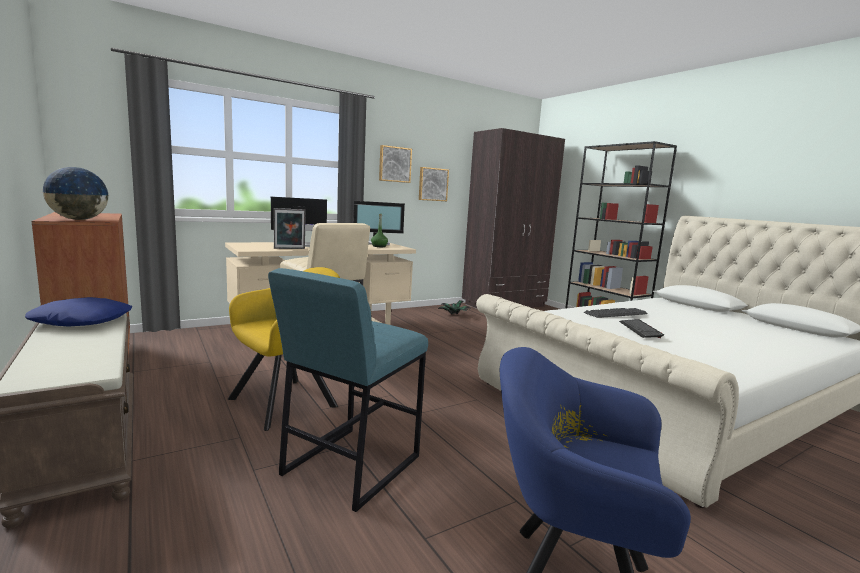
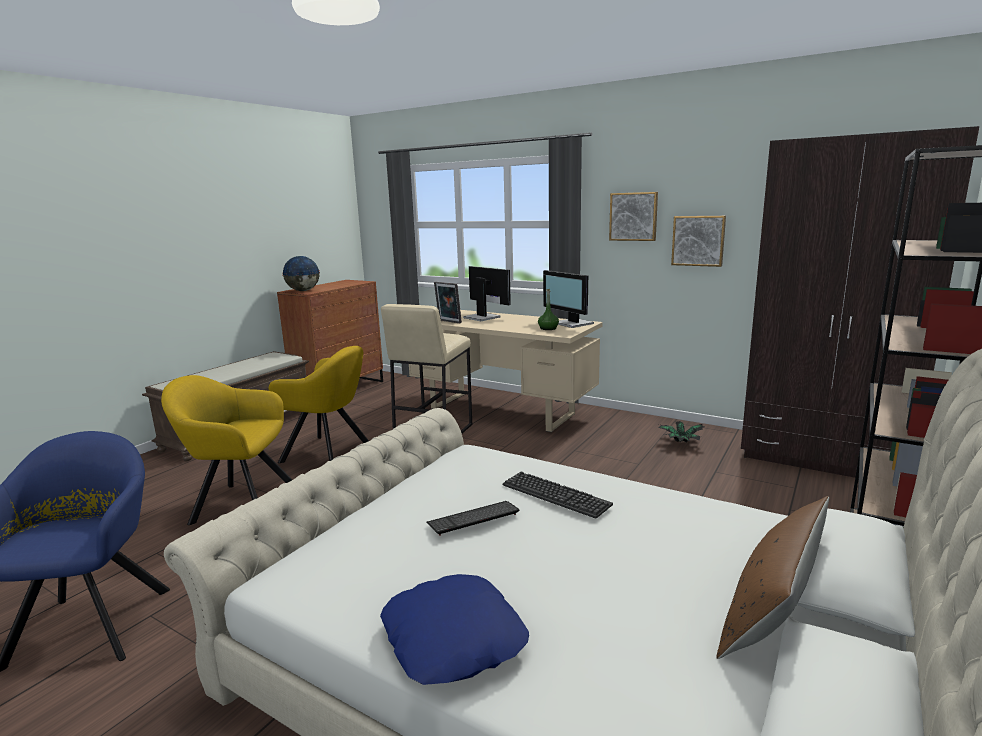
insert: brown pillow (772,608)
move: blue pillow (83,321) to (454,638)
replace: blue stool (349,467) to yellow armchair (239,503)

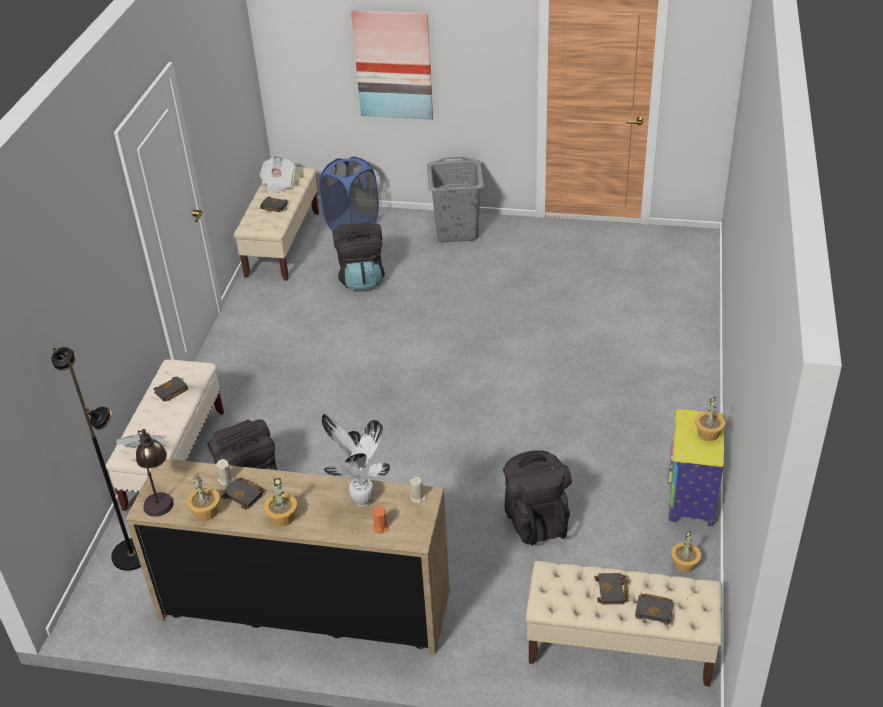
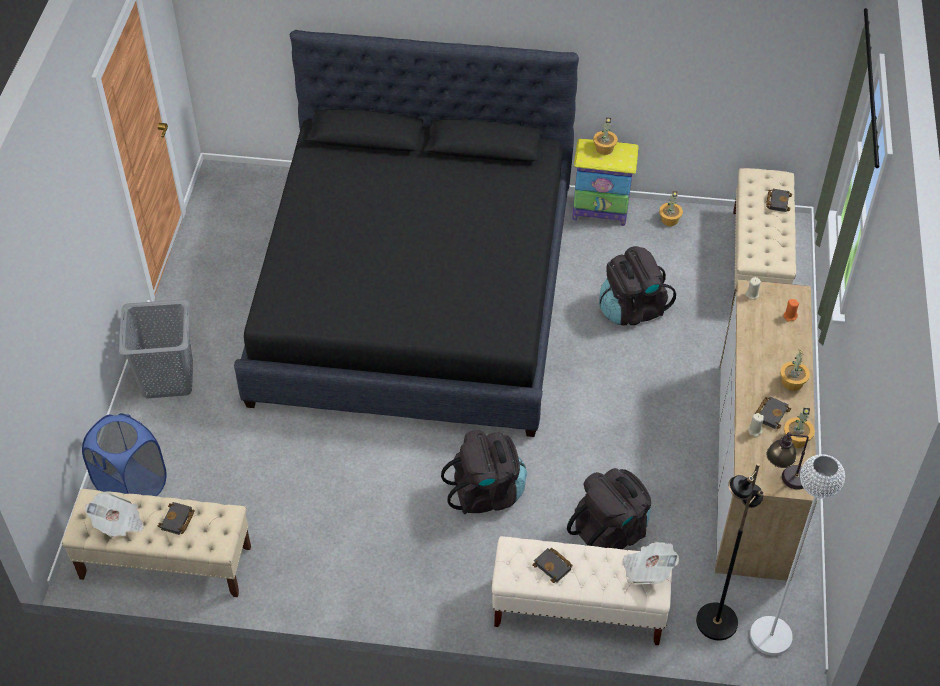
delete: potted plant (360,499); picture (393,65); black book (612,591)
insert: black bed (415,294); white floor lamp (771,637)
move: black backpack (362,278) to (486,493)

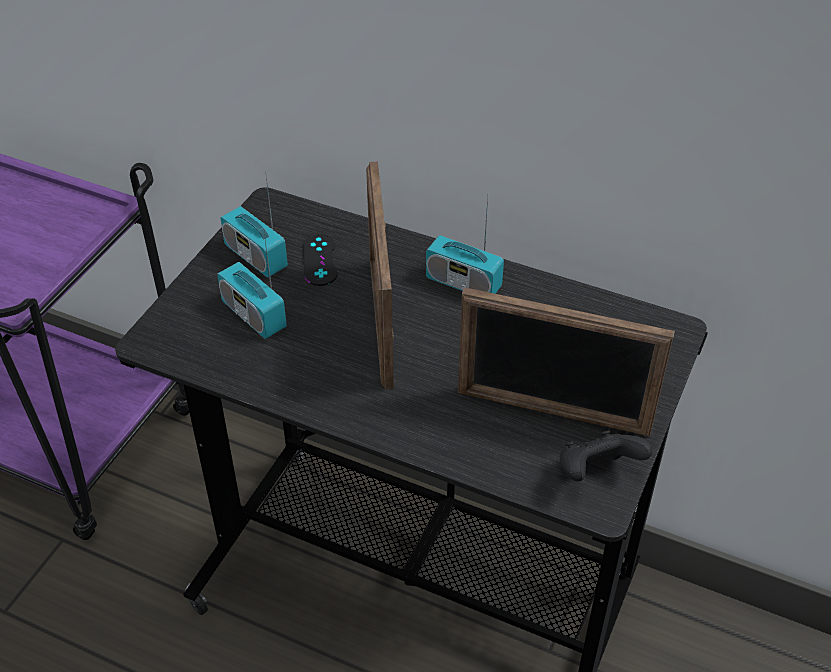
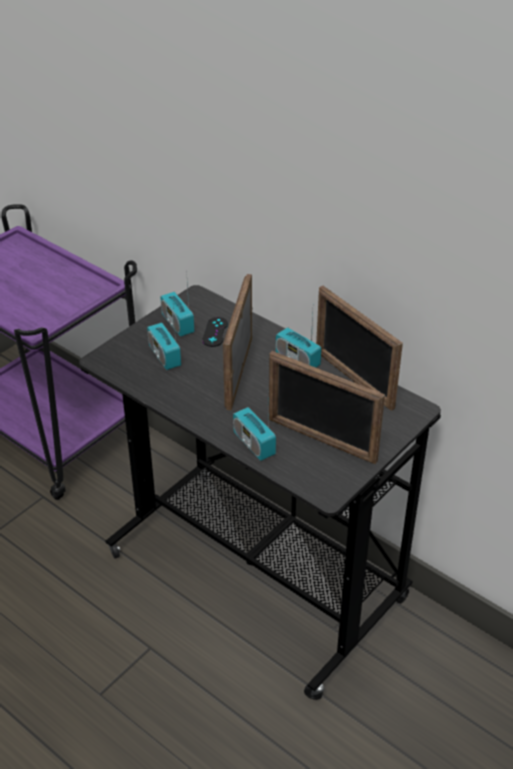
delete: black game controller (596,472)
insert: radio (254,444); picture frame (353,379)

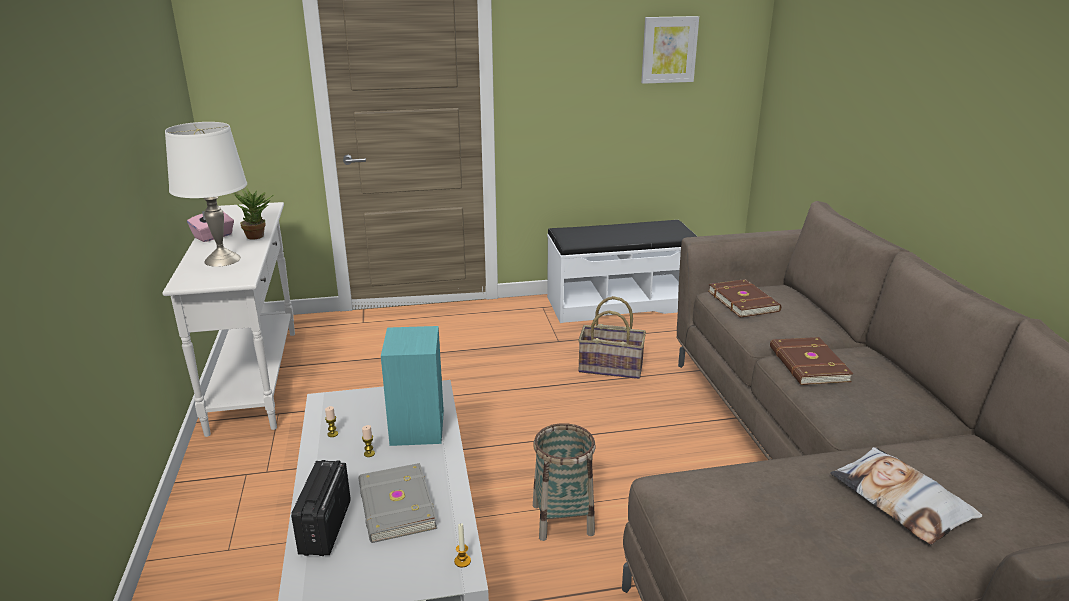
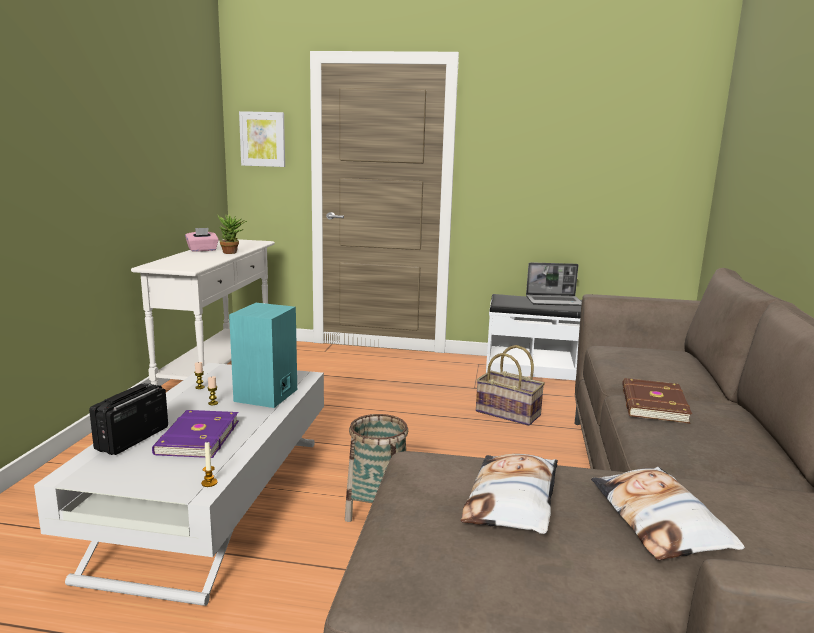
delete: white table lamp (222,260); brown book (744,301)
insert: pillow (513,501); laptop (554,301)
move: picture (669,49) to (263,139)
recolor: grey book (395,506) to purple book (196,437)

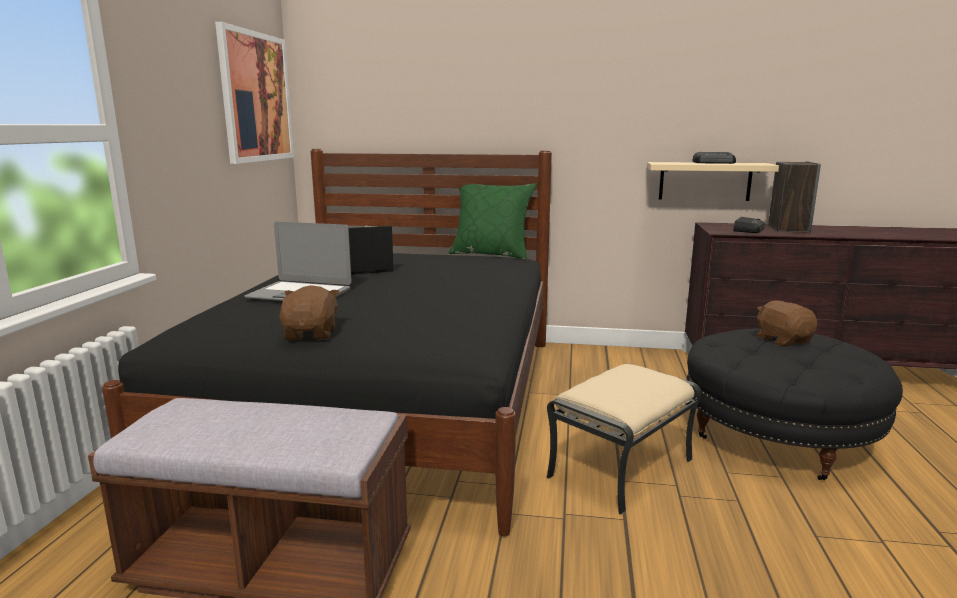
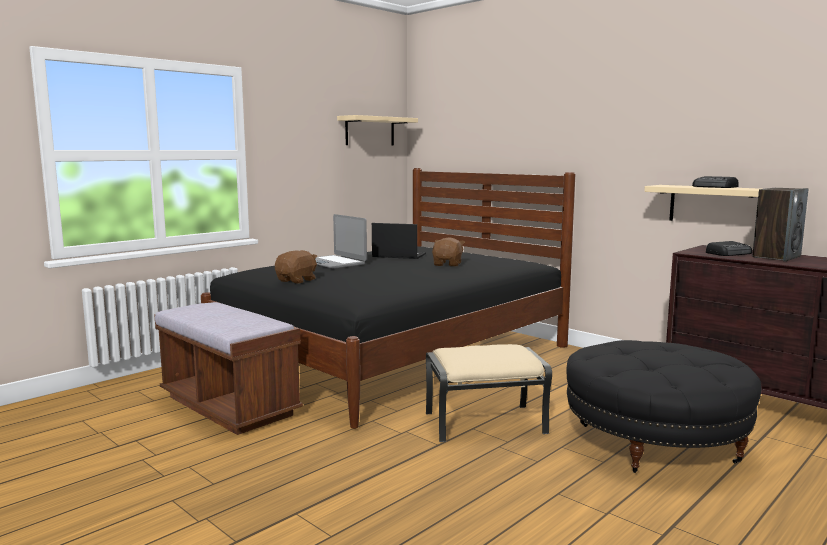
delete: green pillow (491,254)
move: brown plush toy (782,340) to (448,264)
replace: picture (256,97) to beige shelf (370,131)

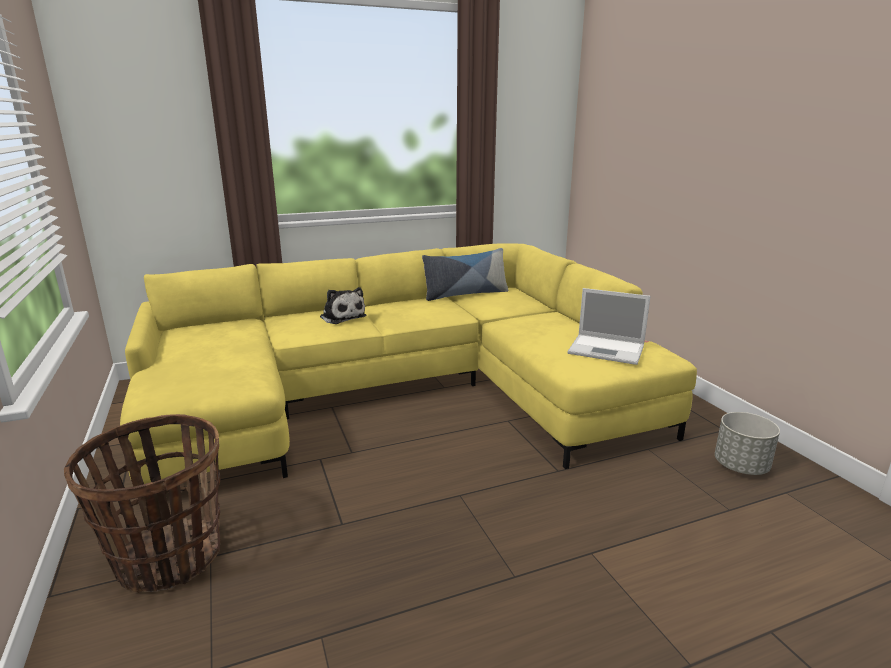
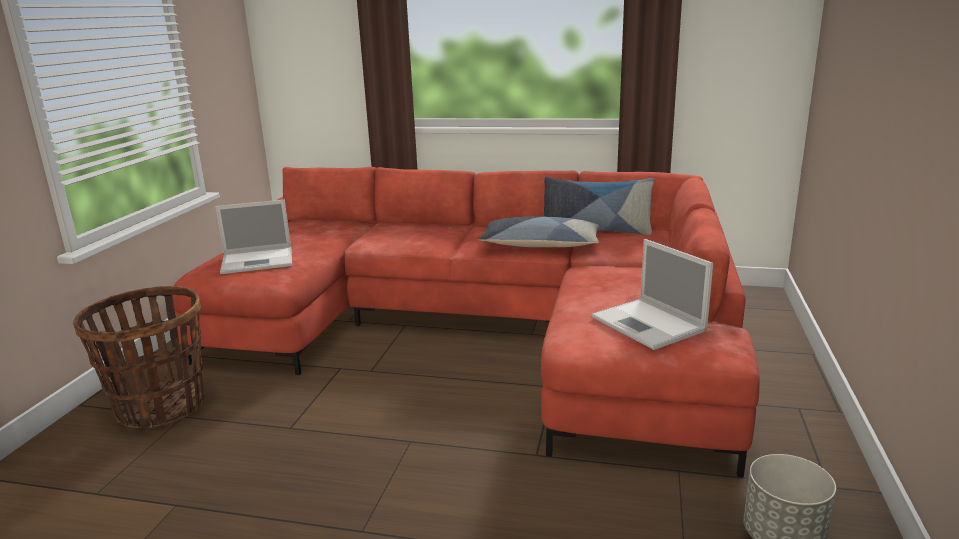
delete: plush toy (342,317)
insert: laptop (259,261); pillow (540,245)
recolor: yellow sofa (402,394) to red sofa (481,330)

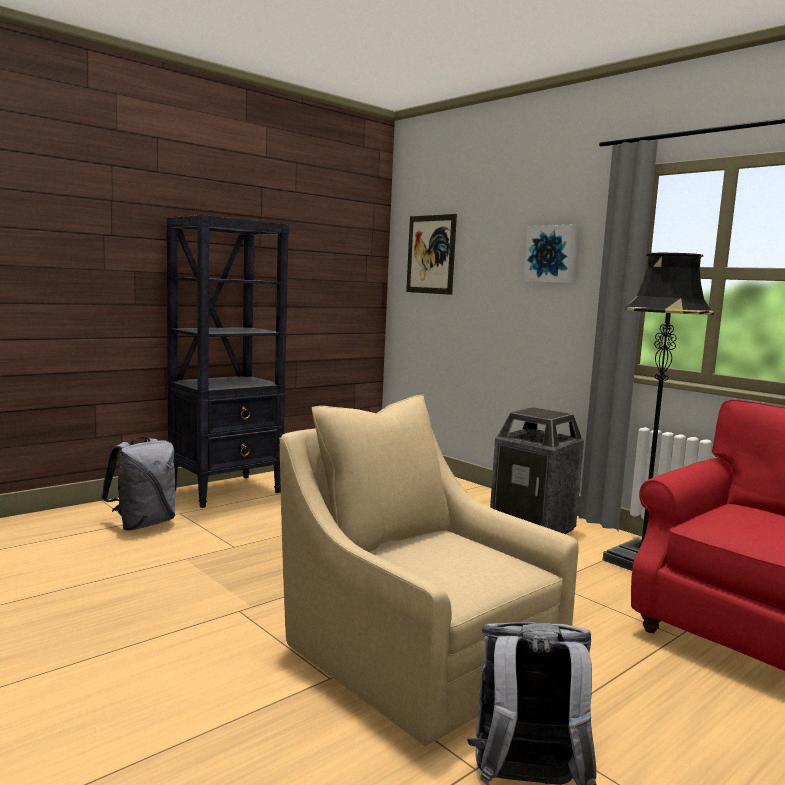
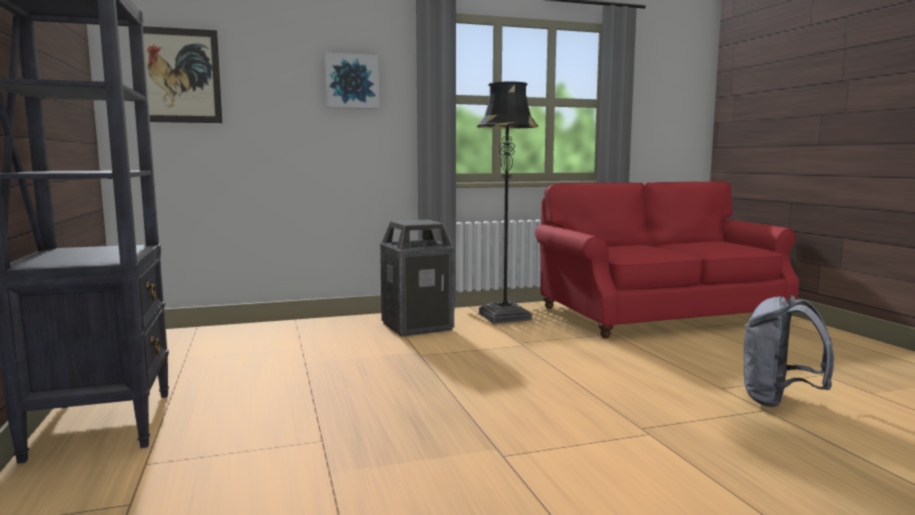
delete: grey backpack (143,524); beige armchair (416,654)

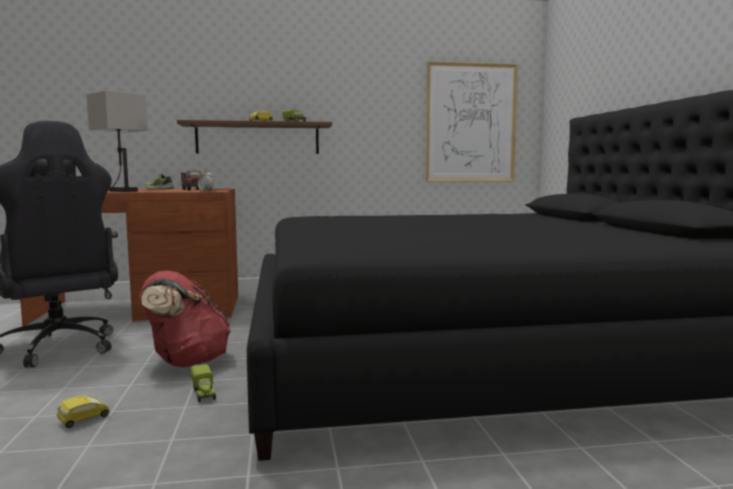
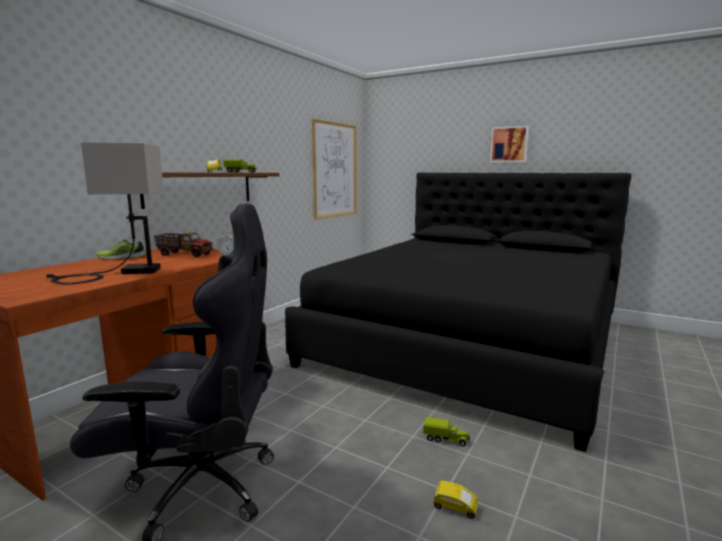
delete: red backpack (186,362)
insert: picture (509,144)
rotate: yellow toy car (84,420) = (455,508) 120 degrees clockwise

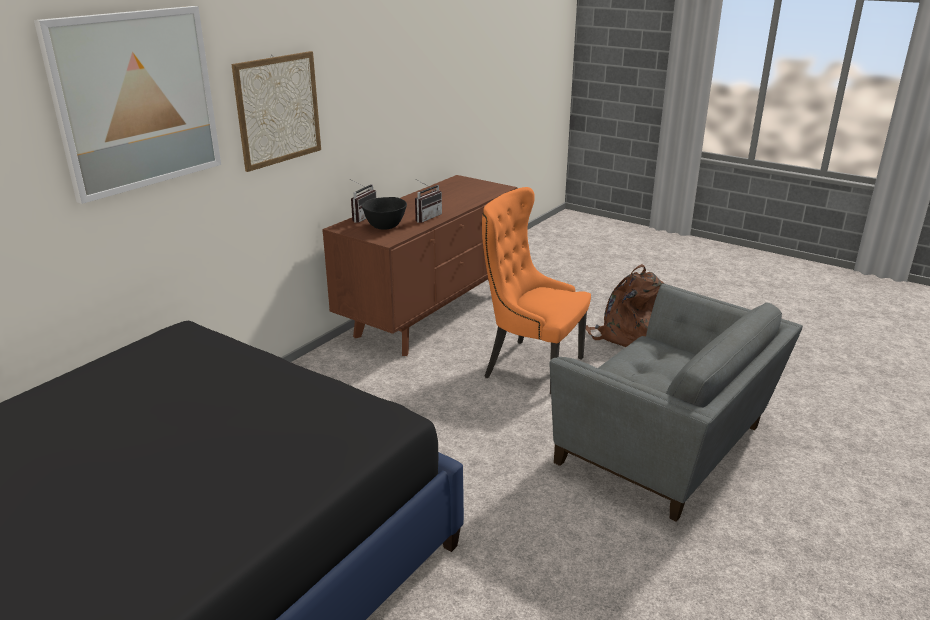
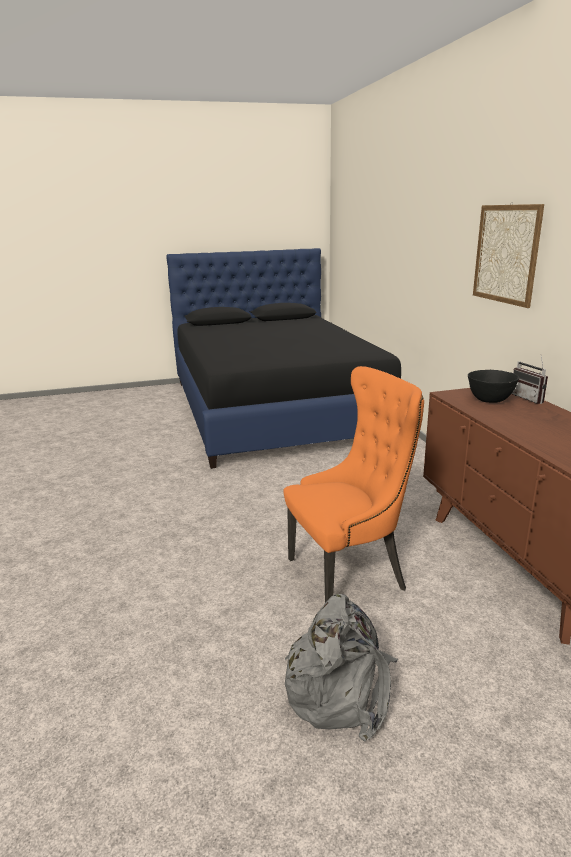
delete: picture (136,101); radio (426,217); grey armchair (666,448)
recolor: brown backpack (627,335) to grey backpack (341,689)

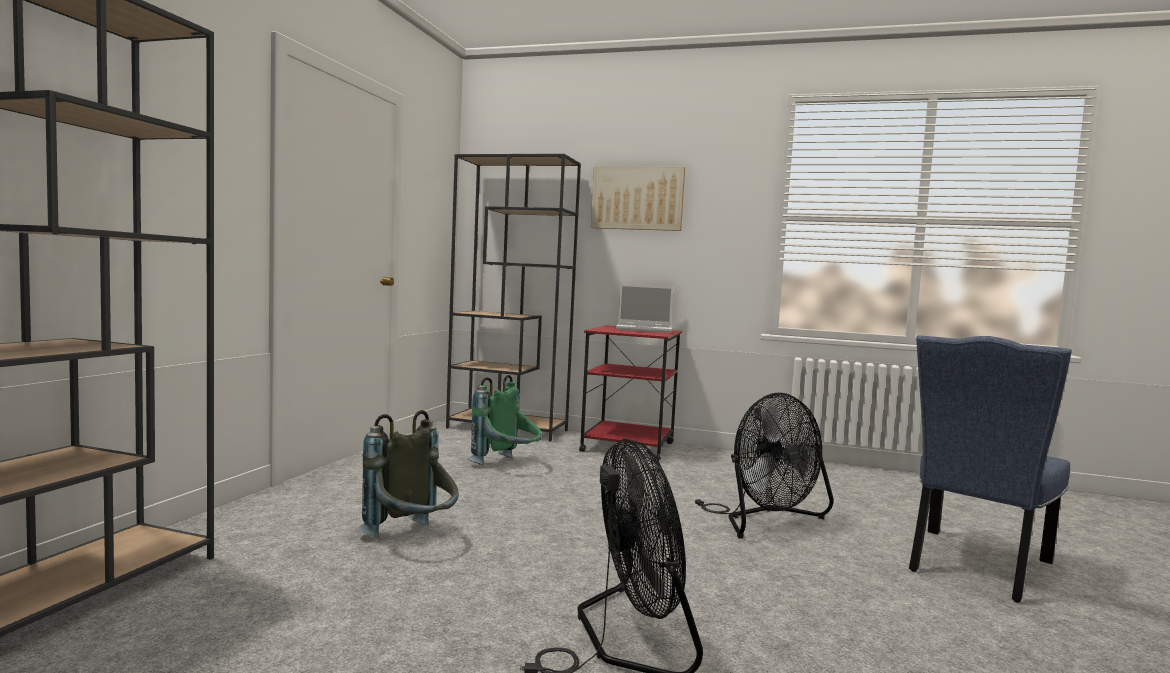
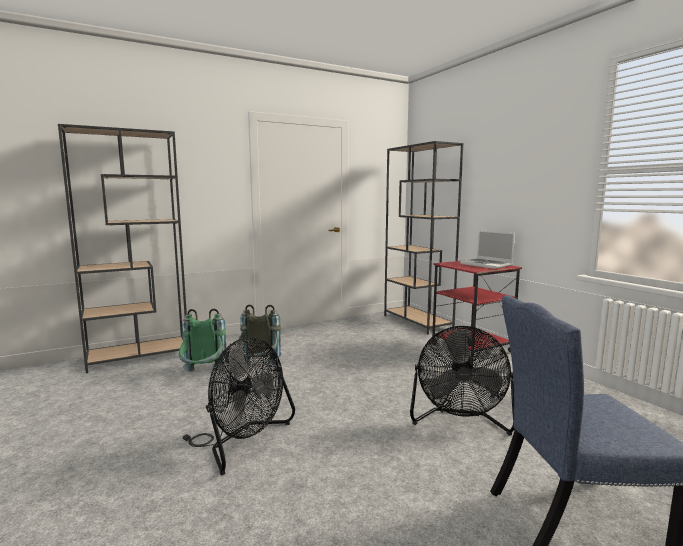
delete: picture (637,198)
move: green backpack (508,466) to (203,376)

